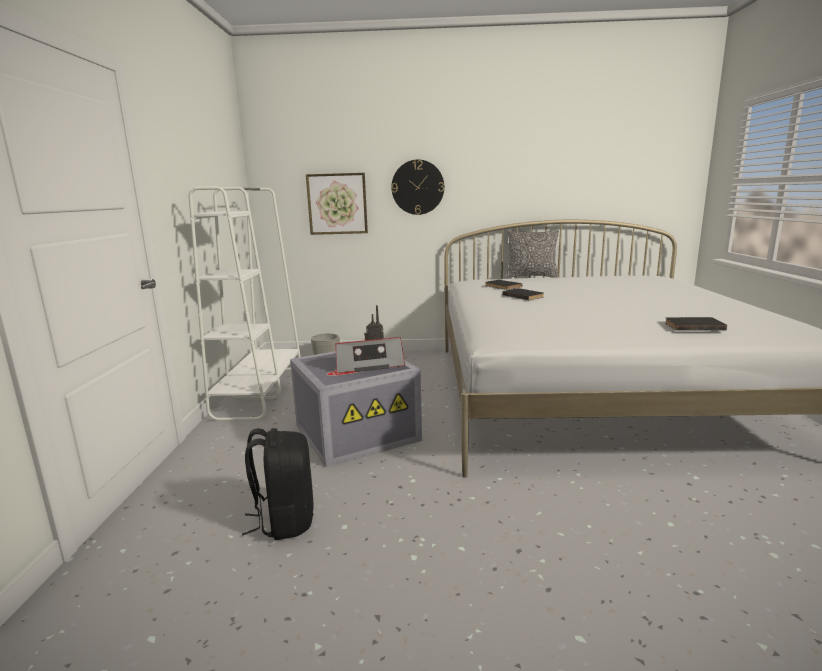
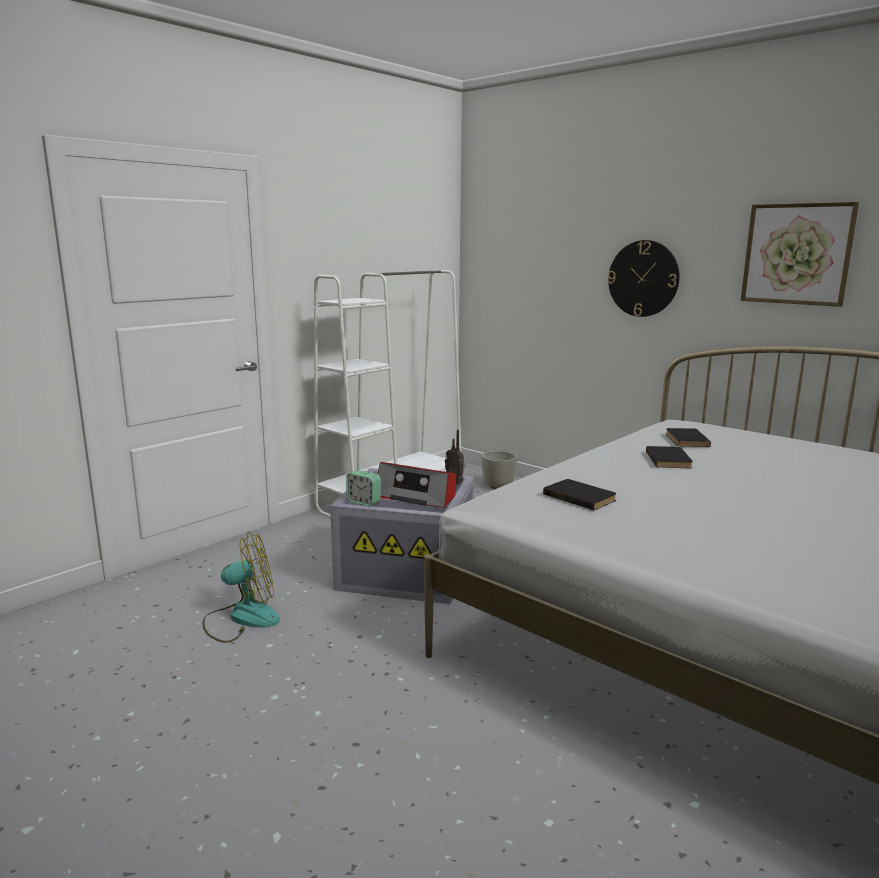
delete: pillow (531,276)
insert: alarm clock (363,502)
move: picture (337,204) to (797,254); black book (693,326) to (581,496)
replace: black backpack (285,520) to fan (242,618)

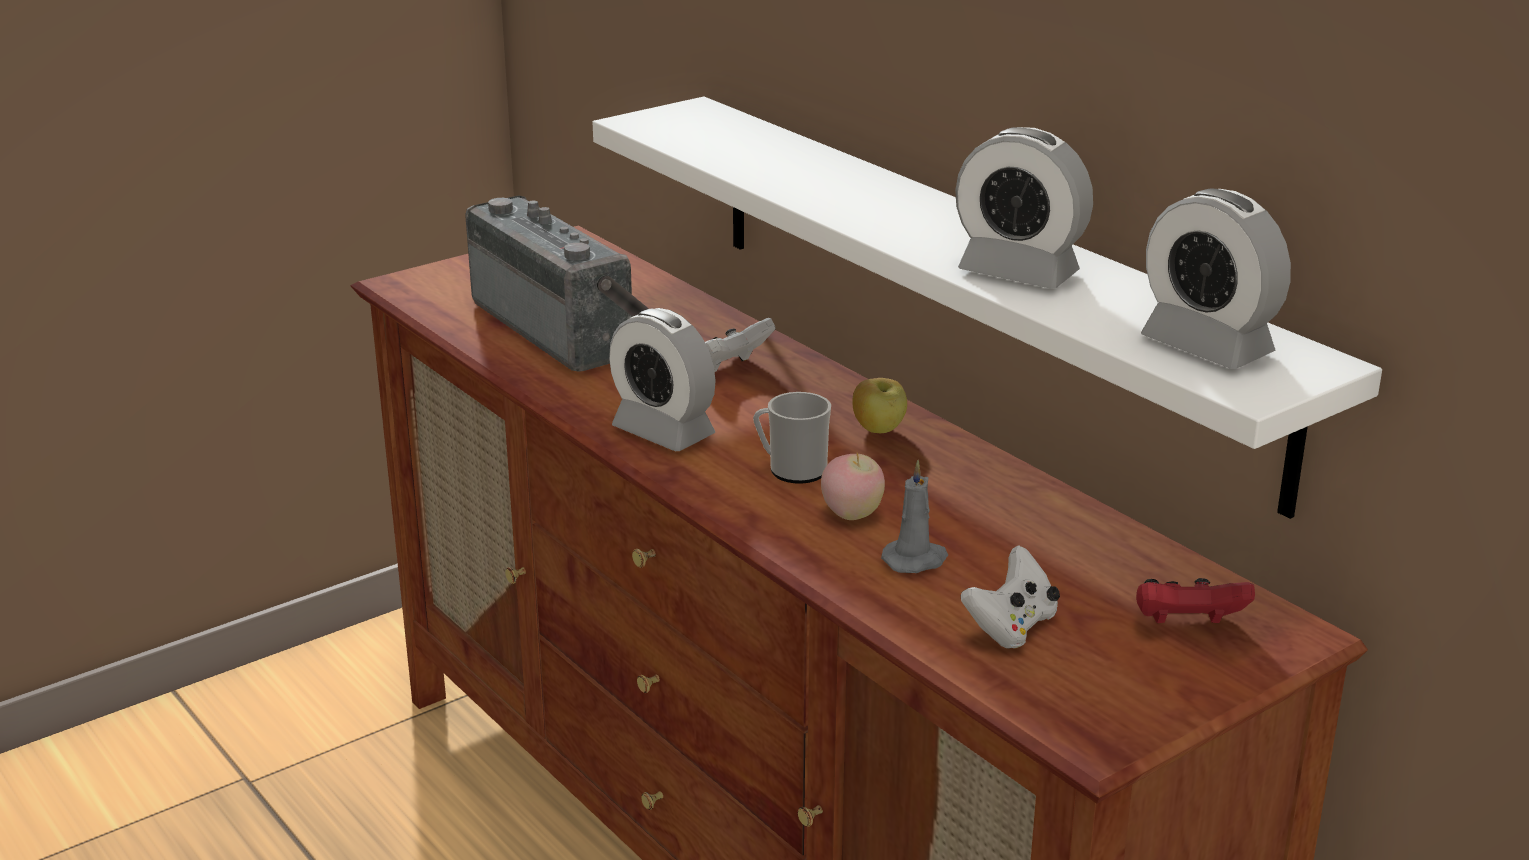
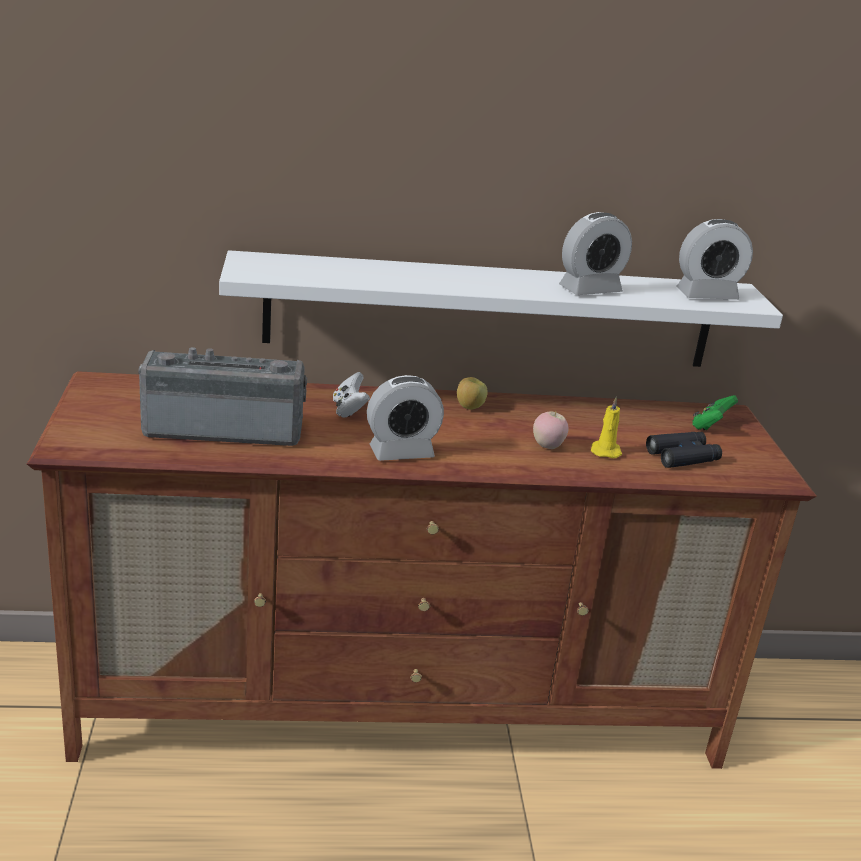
delete: mug (791,470)
replace: white game controller (1011,627) to black binoculars (682,457)
recolor: grey candle (916,560) to yellow candle (605,451); red game controller (1187,625) to green game controller (710,426)

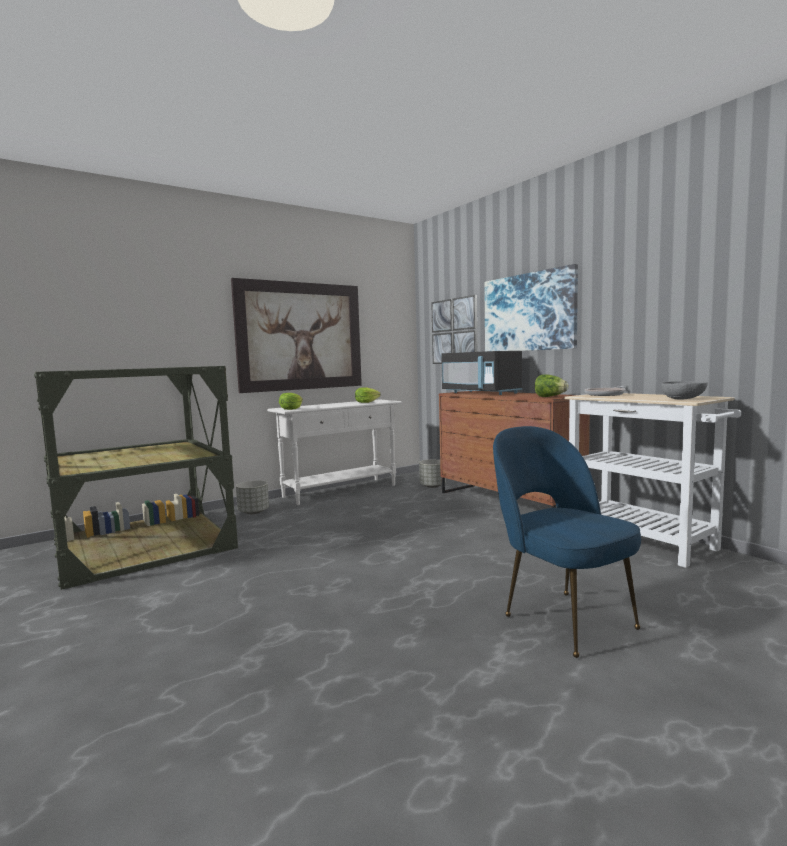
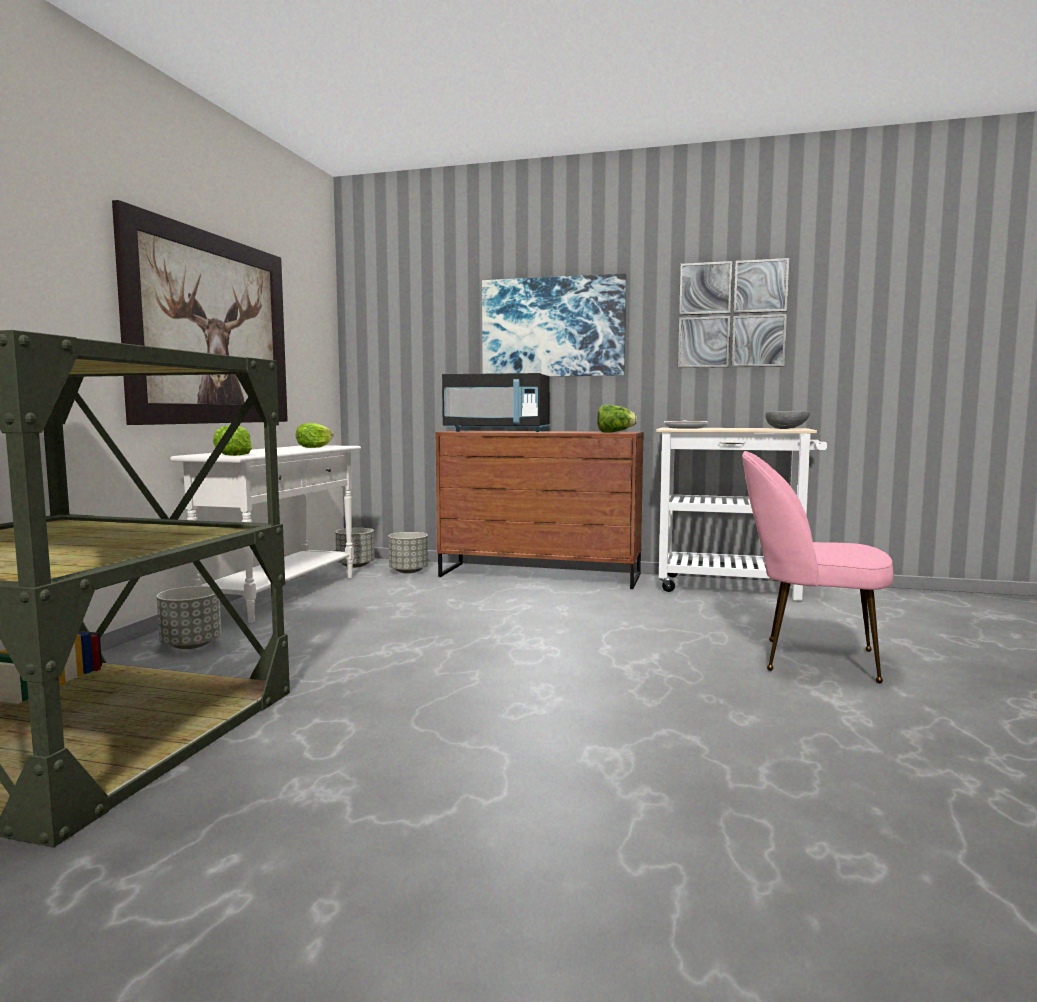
insert: grey planter (355,565)
move: picture (454,331) to (731,315)
recolor: blue chair (562,617) to pink chair (808,658)

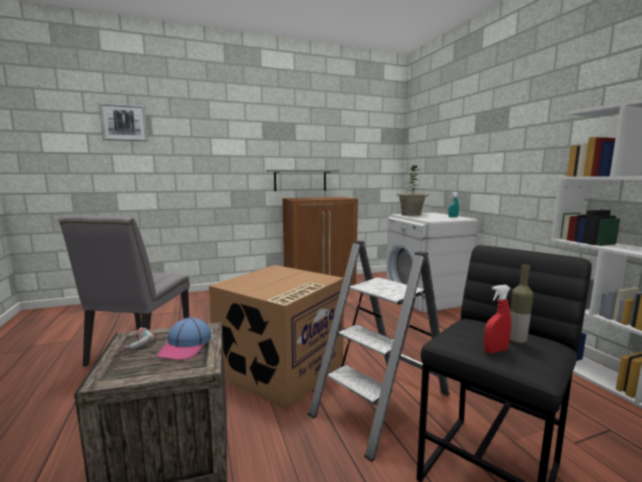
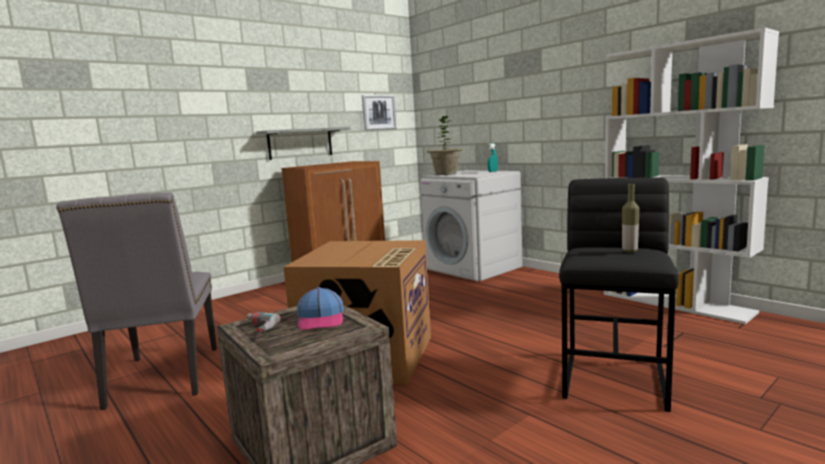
delete: grey step ladder (383,402); red spray bottle (495,351)
move: picture (124,122) to (378,112)

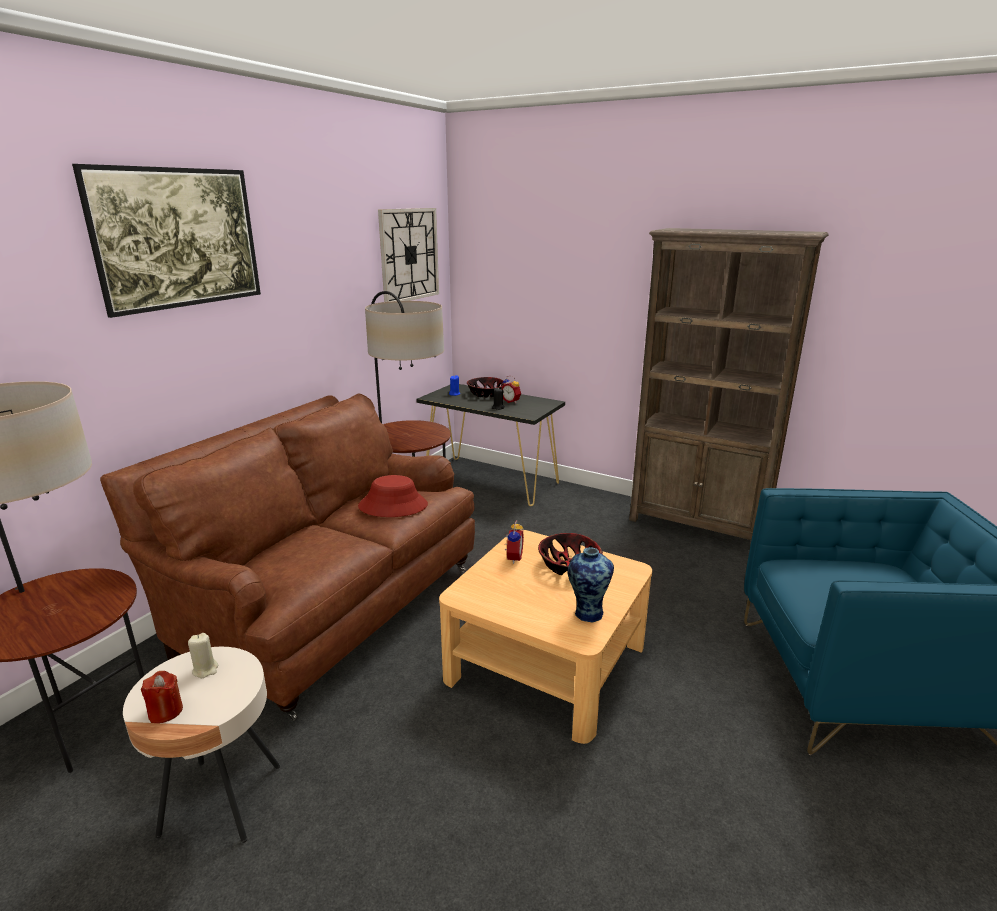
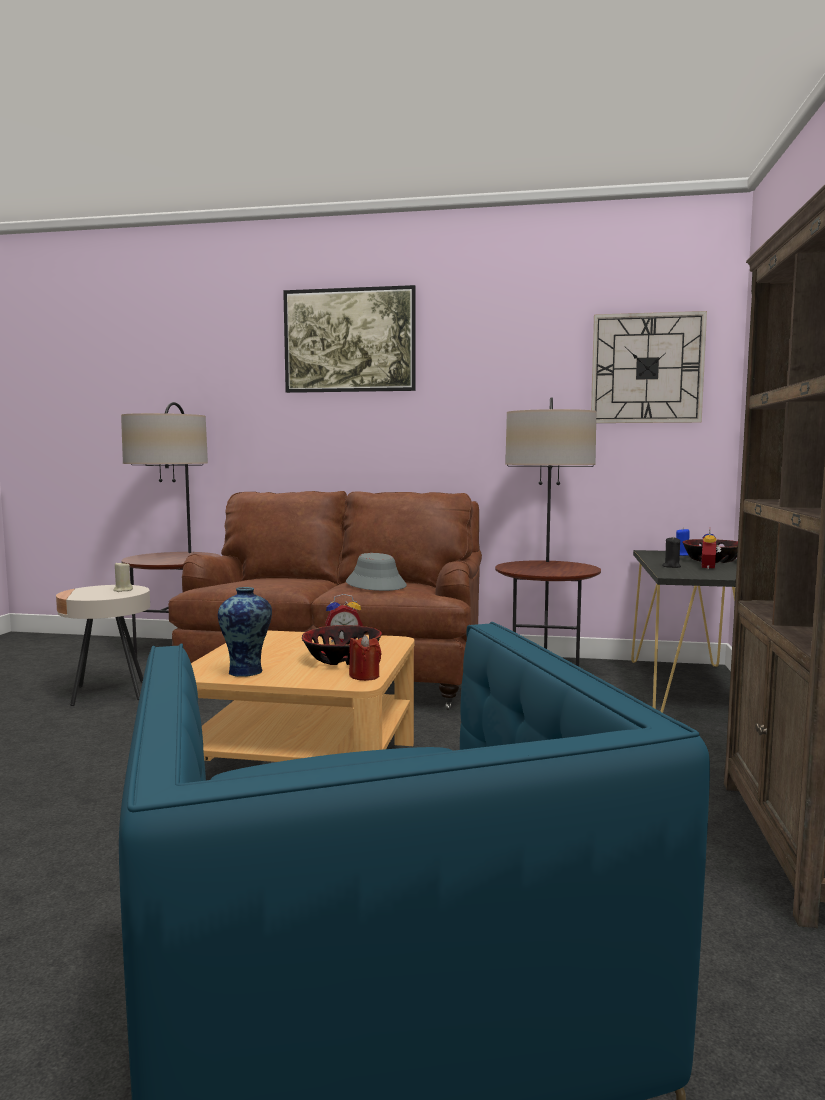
move: red candle (166,711) to (364,676)
recolor: red hat (393,506) to grey hat (376,584)

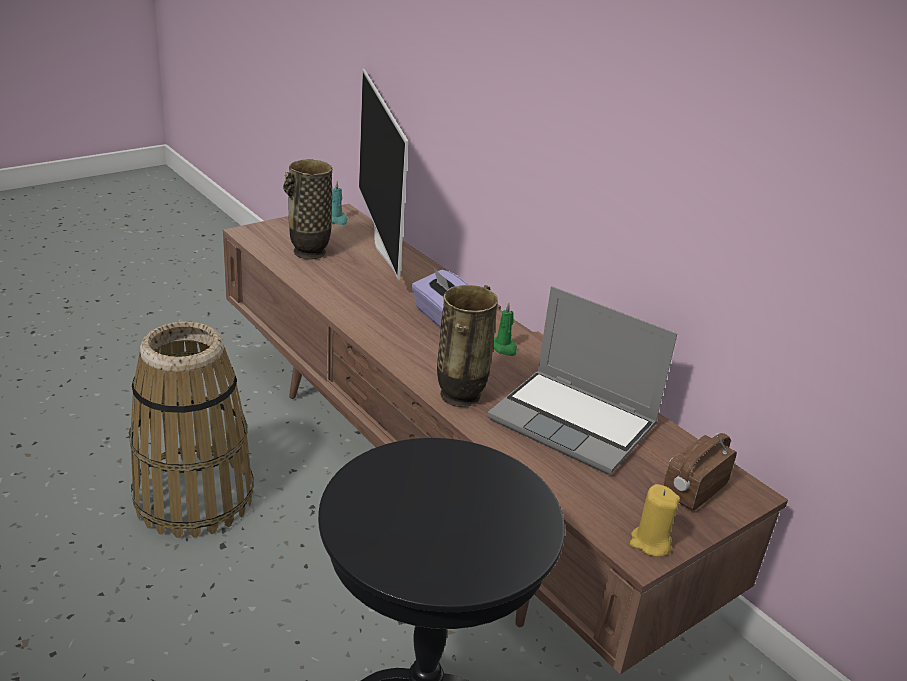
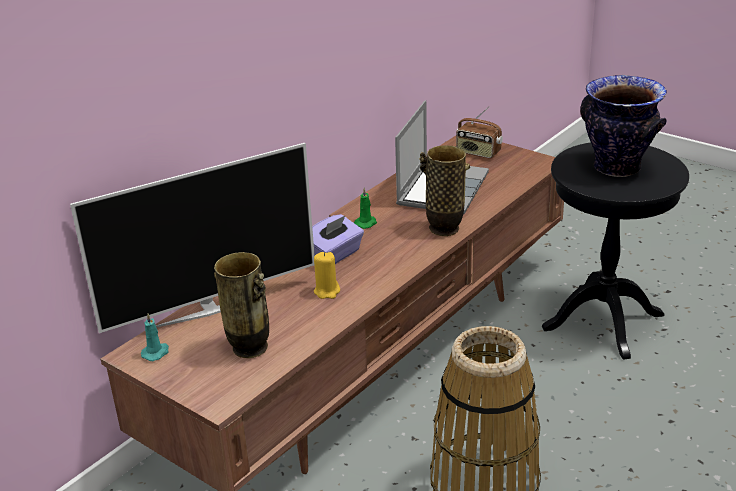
insert: vase (616,168)
move: yellow candle (650,543) to (327,291)

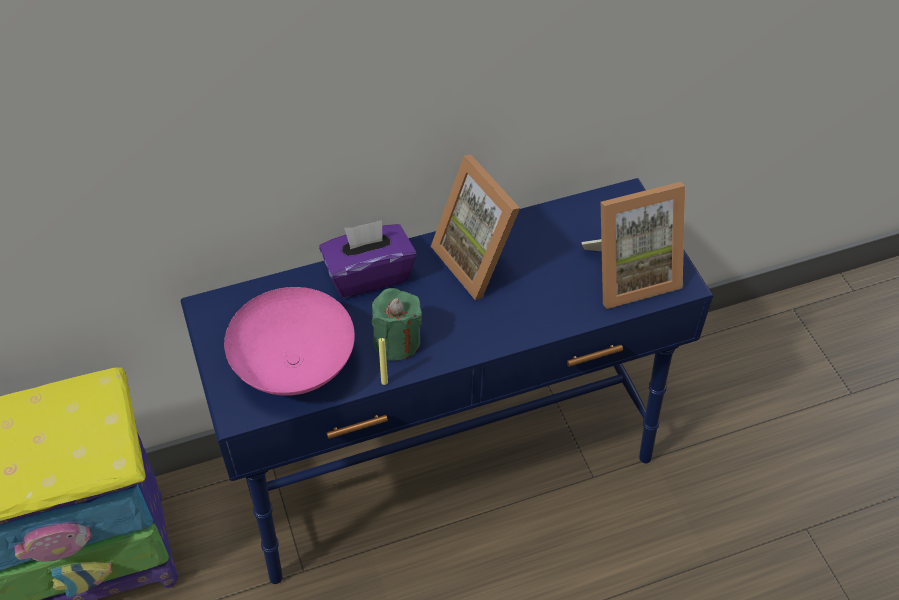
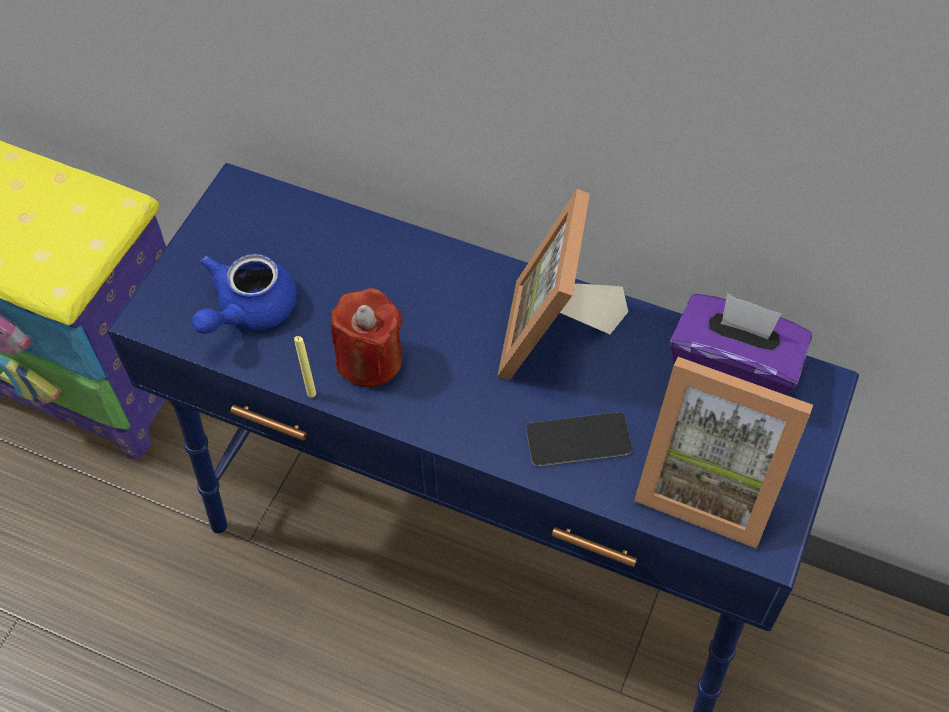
insert: phone (578,440)
move: purple tissue box (368,274) to (733,368)
replace: pink bowl (296,366) to blue teapot (248,310)
recolor: green candle (397,341) to red candle (370,360)

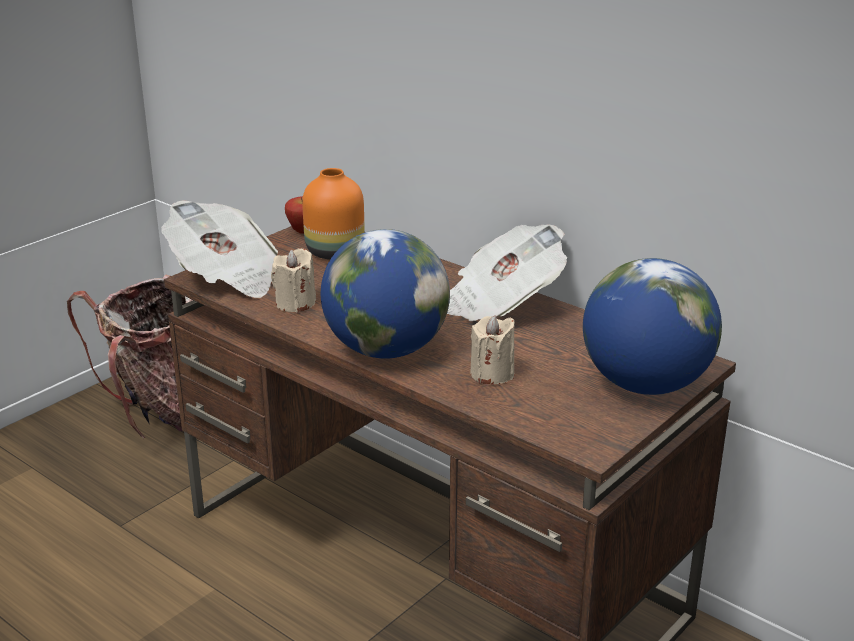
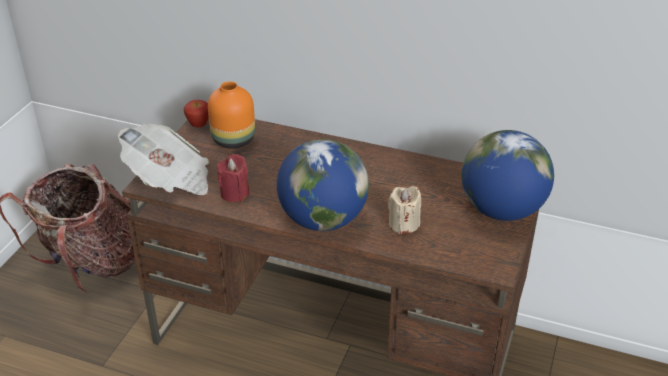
delete: newspaper (500,304)
recolor: beige candle (295,303) to red candle (234,193)

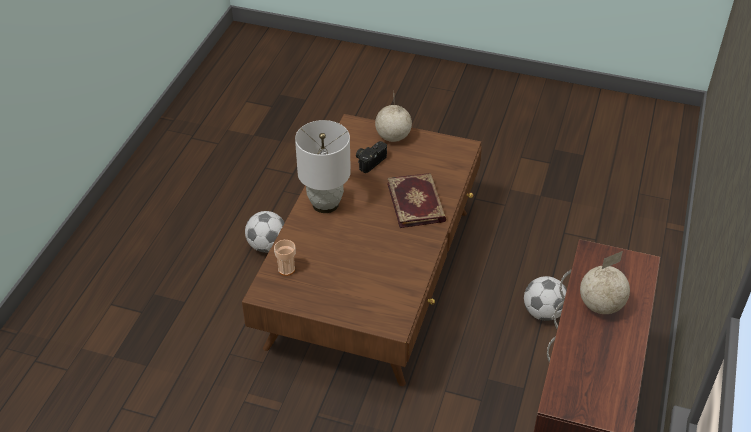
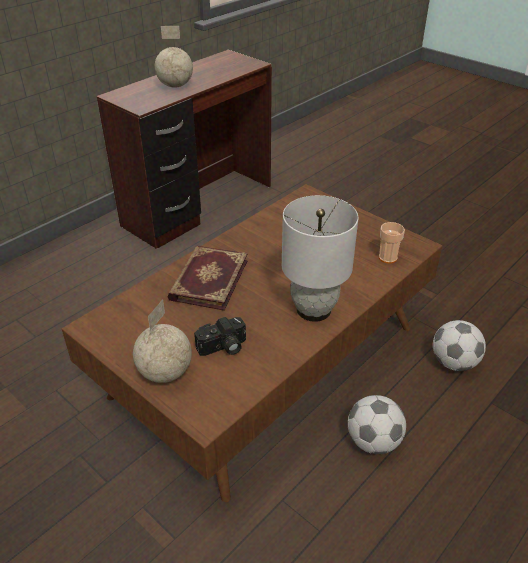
move: football (543,312) to (453,363)

